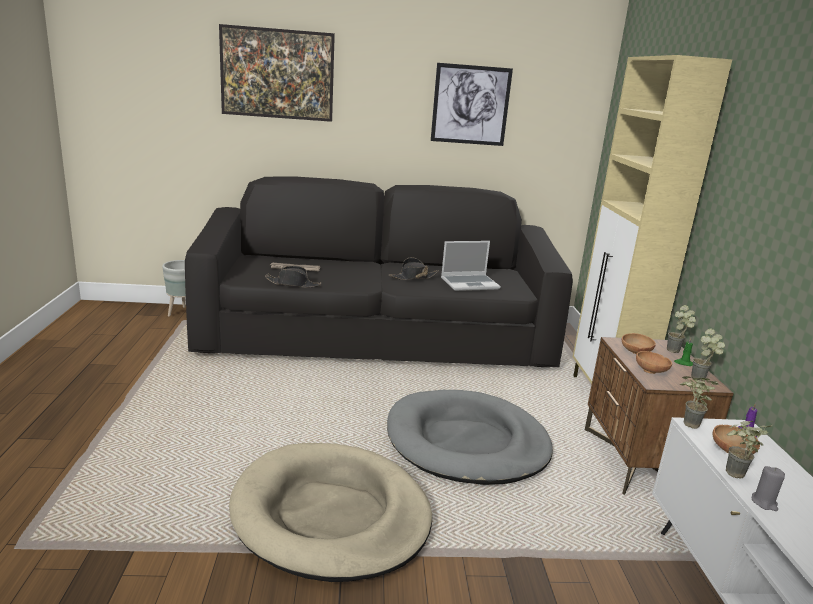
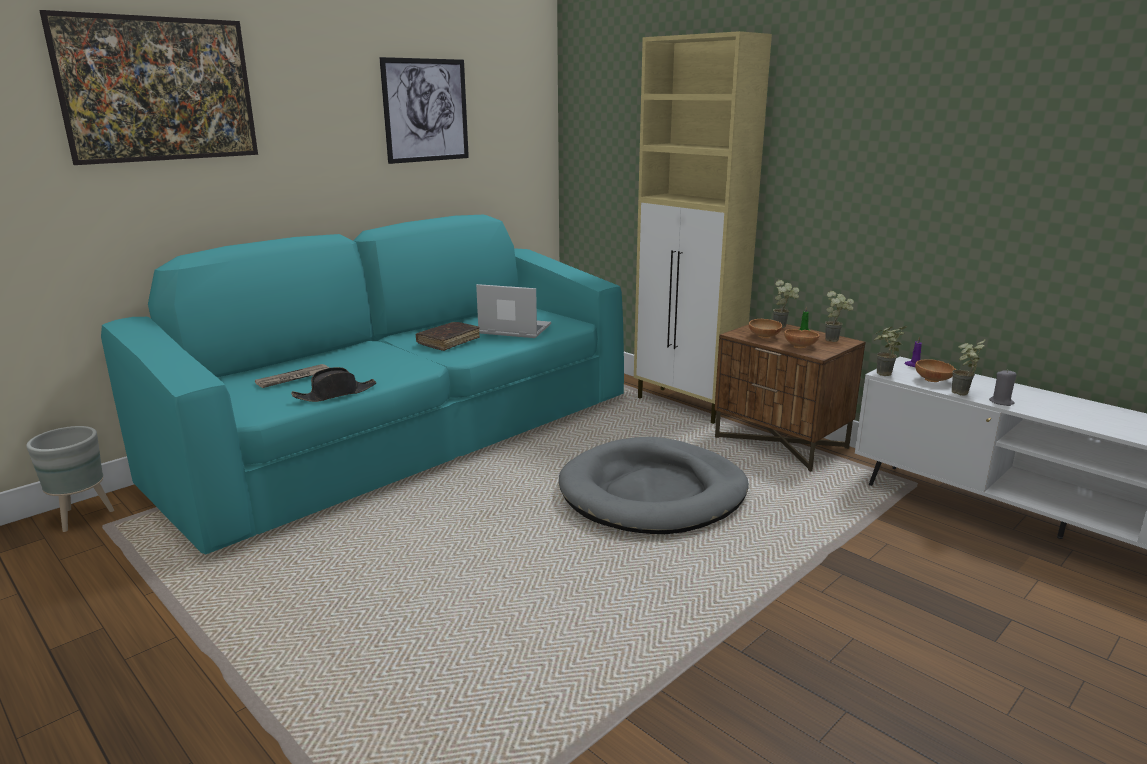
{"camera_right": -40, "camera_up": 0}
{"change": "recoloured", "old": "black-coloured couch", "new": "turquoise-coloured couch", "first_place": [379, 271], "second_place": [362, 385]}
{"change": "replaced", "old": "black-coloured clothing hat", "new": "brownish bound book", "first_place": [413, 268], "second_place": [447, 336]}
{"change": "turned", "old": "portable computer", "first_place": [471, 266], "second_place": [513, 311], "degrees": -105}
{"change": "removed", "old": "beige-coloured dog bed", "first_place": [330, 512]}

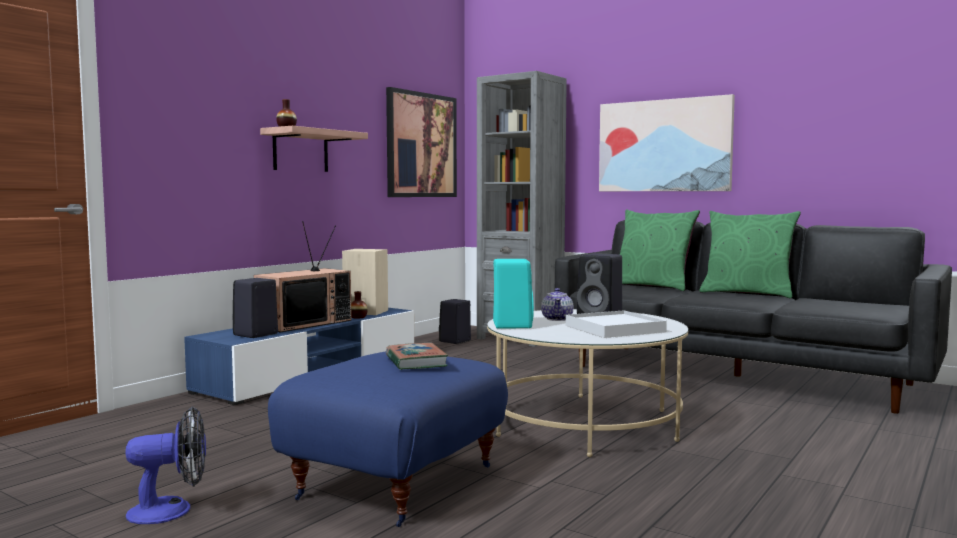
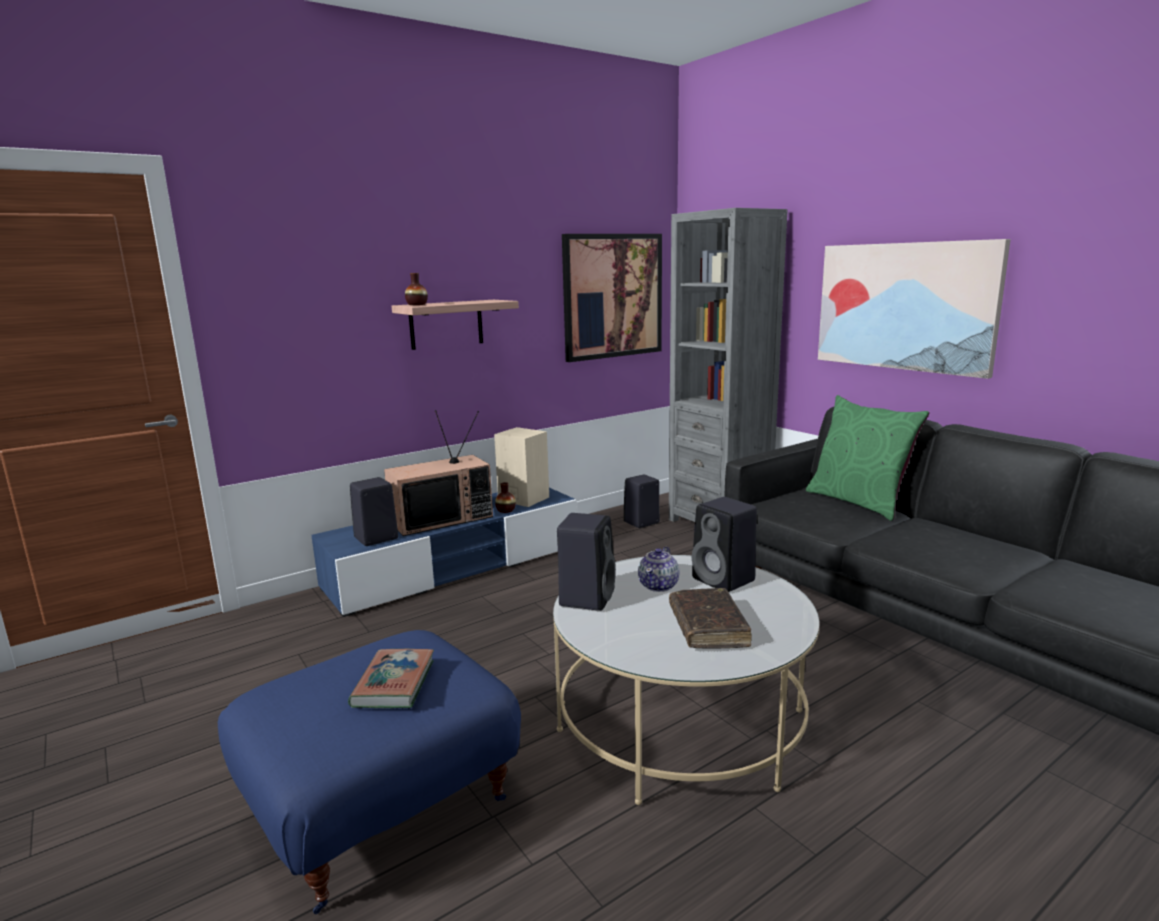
{"camera_right": 20, "camera_up": 10}
{"change": "recoloured", "old": "turquoise-coloured loudspeaker", "new": "black-coloured loudspeaker", "first_place": [513, 294], "second_place": [586, 562]}
{"change": "replaced", "old": "white-coloured serving tray", "new": "brownish bound book", "first_place": [616, 324], "second_place": [710, 618]}
{"change": "removed", "old": "cooling fan", "first_place": [165, 465]}
{"change": "removed", "old": "greenish pillow", "first_place": [750, 254]}

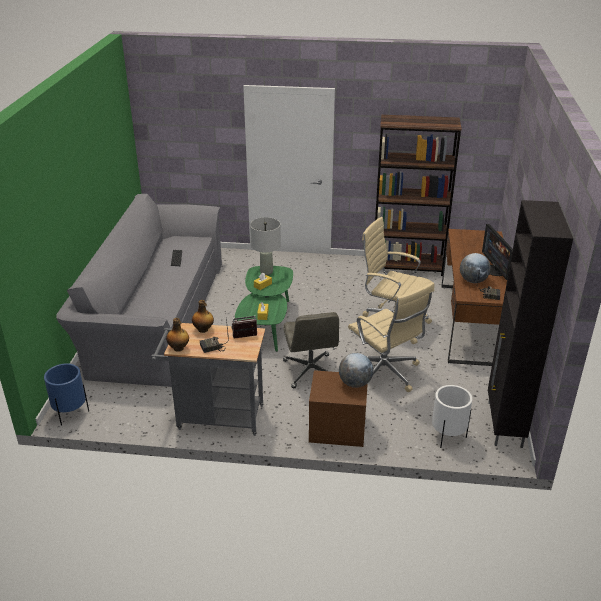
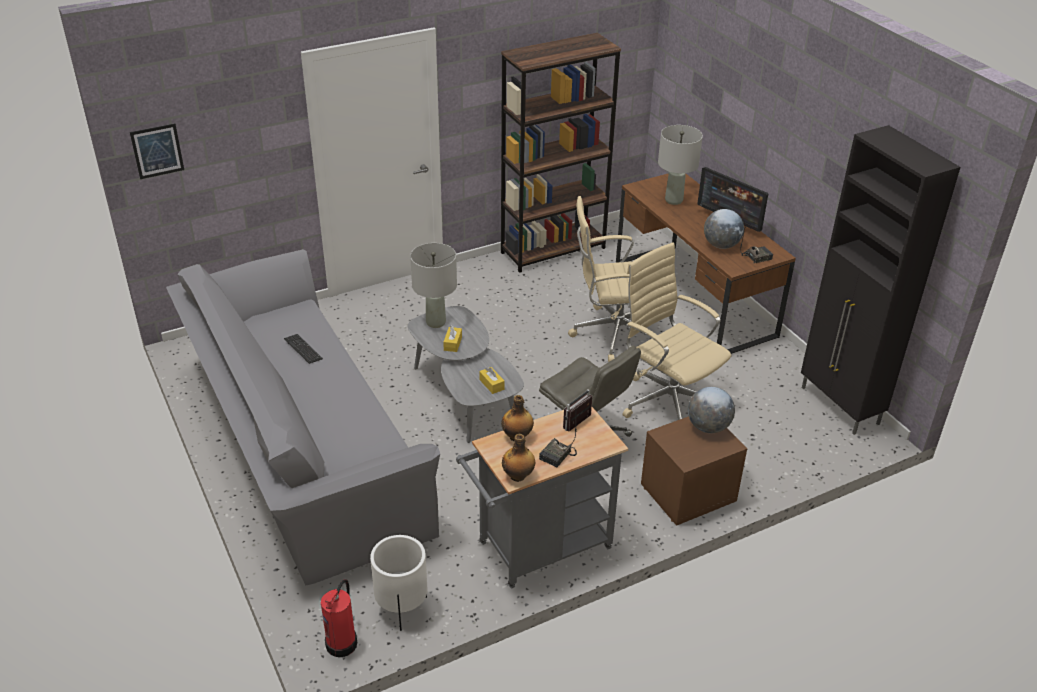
{"camera_right": -35, "camera_up": 5}
{"change": "added", "new": "wall art", "second_place": [157, 151]}
{"change": "replaced", "old": "blue flower pot", "new": "fire-fighting cylinder", "first_place": [66, 394], "second_place": [339, 618]}
{"change": "moved", "old": "white-coloured flower pot", "first_place": [452, 416], "second_place": [398, 583]}
{"change": "recoloured", "old": "greenish coffee table", "new": "gray coffee table", "first_place": [264, 309], "second_place": [466, 374]}
{"change": "turned", "old": "beige-coloured computer chair", "first_place": [391, 337], "second_place": [677, 331], "degrees": -150}
{"change": "added", "new": "gray table lamp", "second_place": [680, 165]}

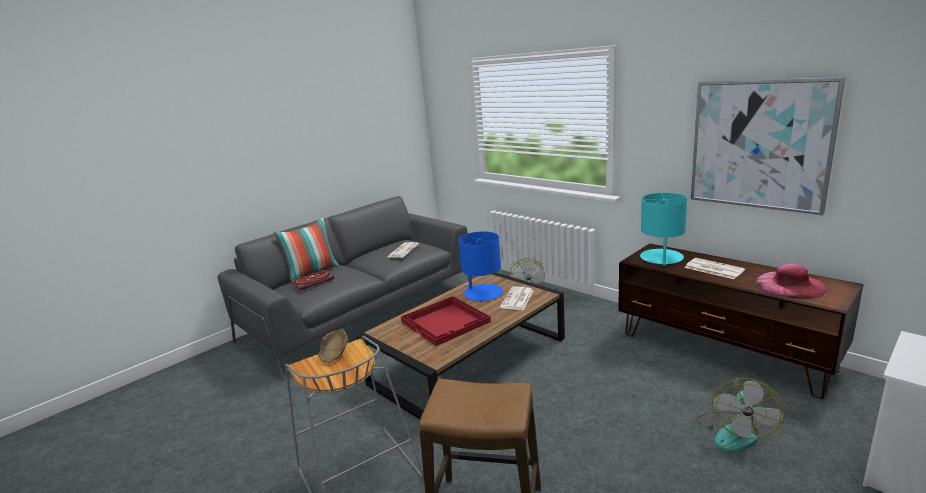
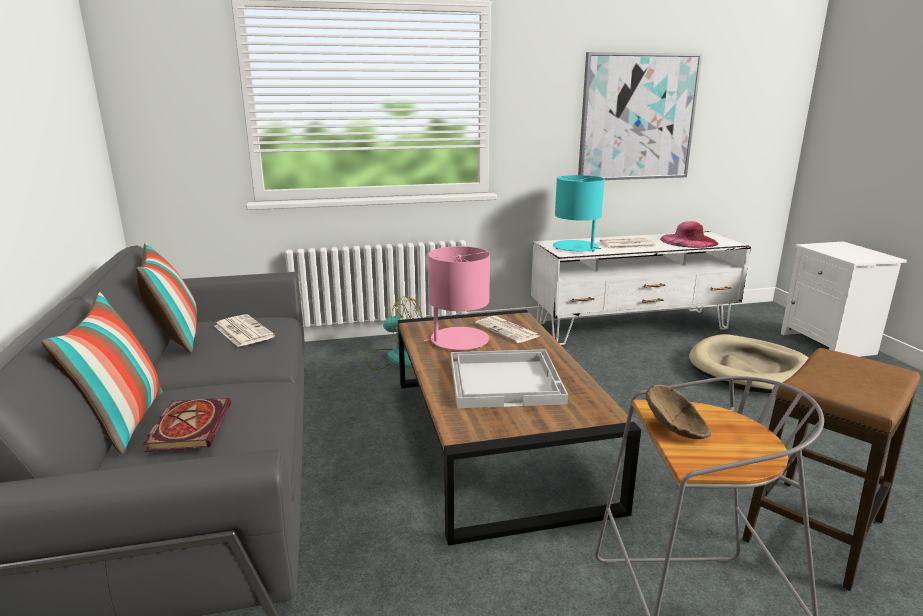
{"camera_right": -60, "camera_up": 0}
{"change": "added", "new": "pillow", "second_place": [166, 298]}
{"change": "recoloured", "old": "blue table lamp", "new": "pink table lamp", "first_place": [481, 266], "second_place": [457, 298]}
{"change": "recoloured", "old": "red serving tray", "new": "white-coloured serving tray", "first_place": [446, 321], "second_place": [509, 378]}
{"change": "recoloured", "old": "brownish media console", "new": "white-coloured media console", "first_place": [741, 321], "second_place": [641, 288]}
{"change": "replaced", "old": "cooling fan", "new": "beige-coloured dog bed", "first_place": [741, 414], "second_place": [748, 363]}

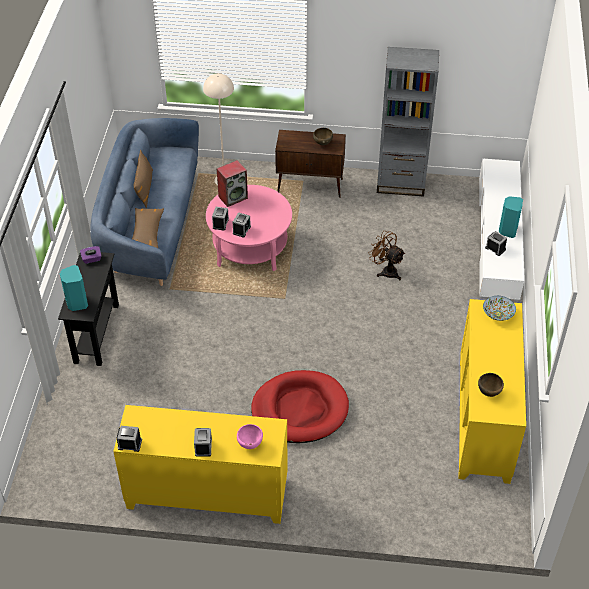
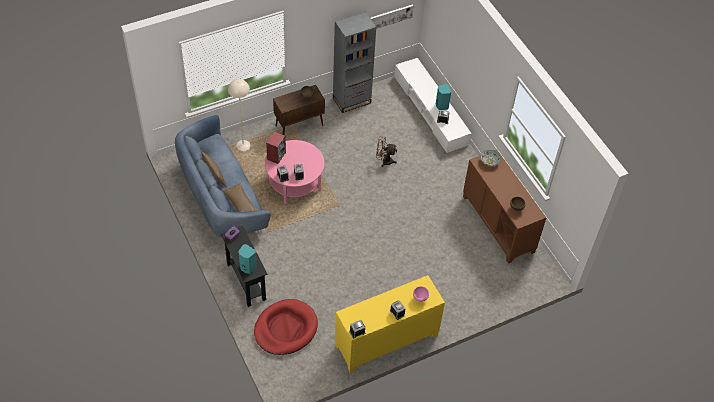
{"camera_right": -35, "camera_up": 5}
{"change": "moved", "old": "red dog bed", "first_place": [300, 406], "second_place": [286, 327]}
{"change": "added", "new": "wall art", "second_place": [392, 16]}
{"change": "recoloured", "old": "yellowish cabinet", "new": "brownish cabinet", "first_place": [492, 391], "second_place": [504, 207]}

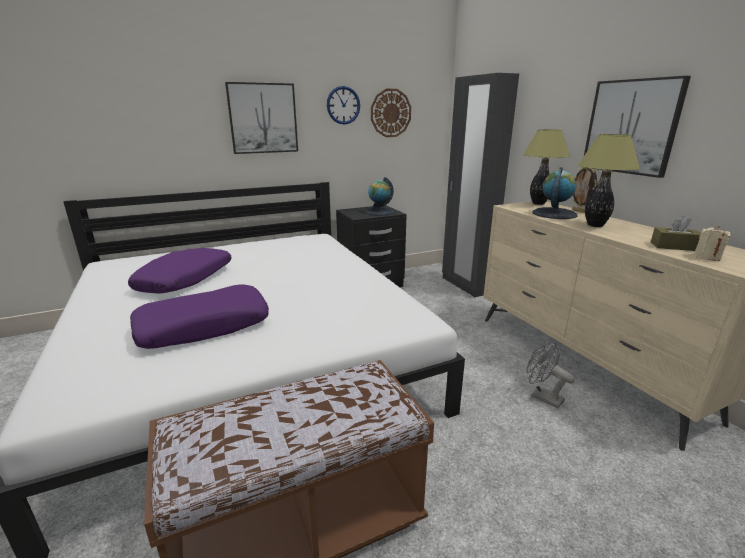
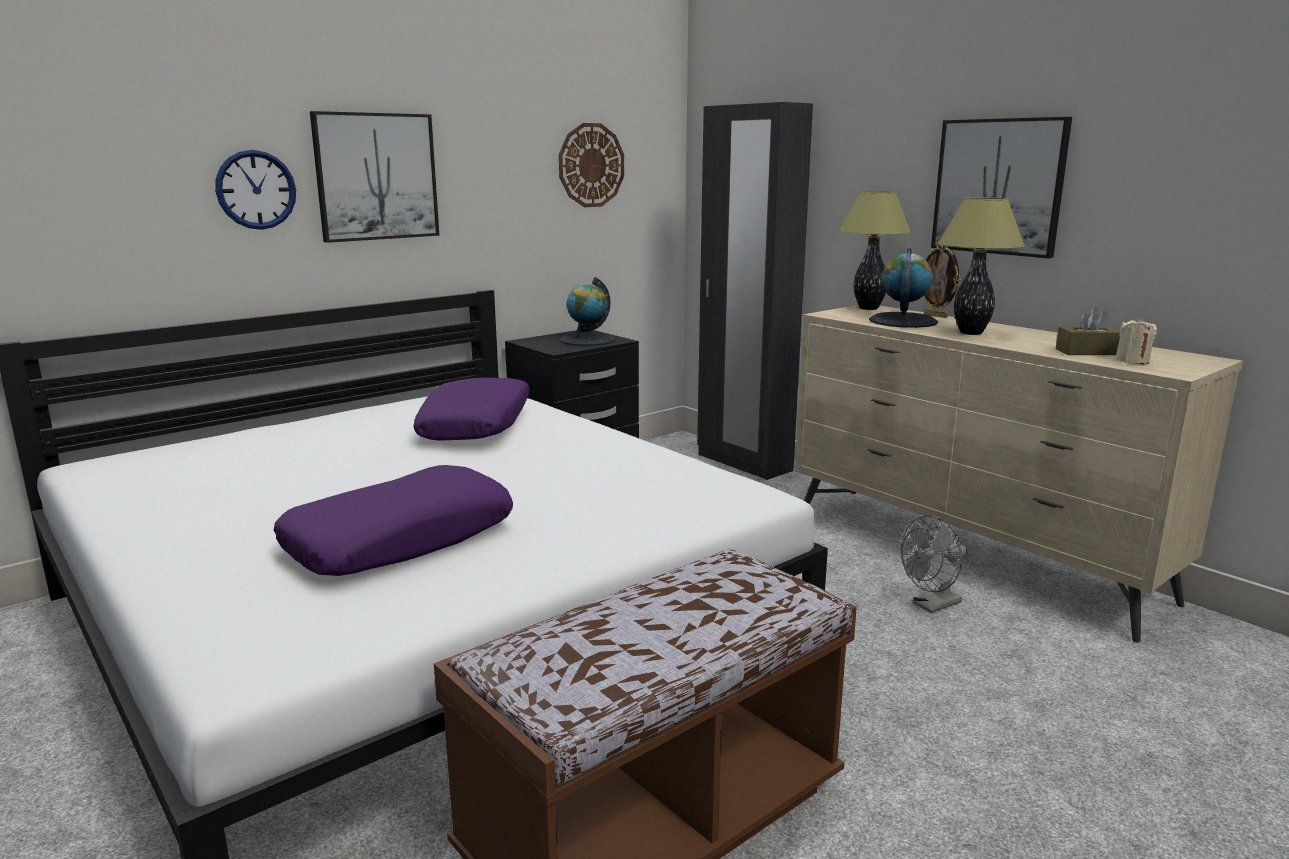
{"camera_right": -15, "camera_up": -5}
{"change": "moved", "old": "clock on the wall", "first_place": [343, 105], "second_place": [255, 190]}
{"change": "moved", "old": "purplish pillow", "first_place": [180, 271], "second_place": [471, 409]}
{"change": "turned", "old": "gray cooling fan", "first_place": [550, 375], "second_place": [934, 564], "degrees": -60}

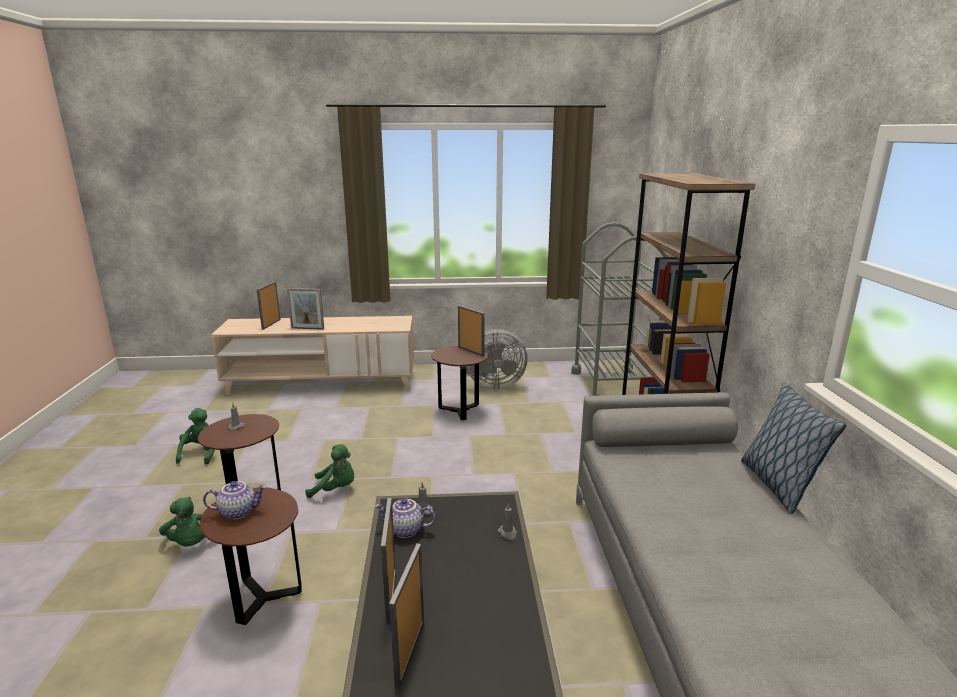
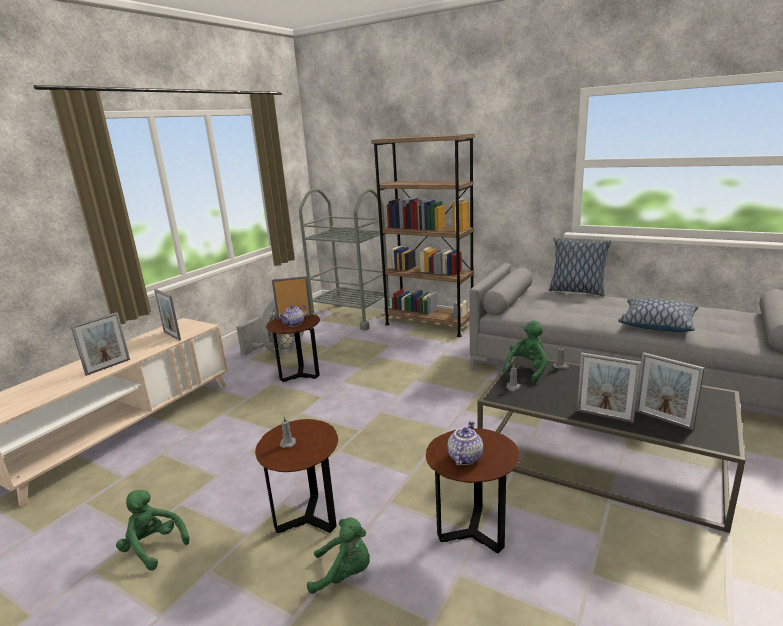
{"camera_right": -55, "camera_up": 0}
{"change": "moved", "old": "standing frame", "first_place": [268, 305], "second_place": [167, 315]}
{"change": "moved", "old": "teapot", "first_place": [405, 518], "second_place": [293, 316]}
{"change": "moved", "old": "greenish plush toy", "first_place": [329, 471], "second_place": [525, 351]}
{"change": "added", "new": "pillow", "second_place": [658, 315]}

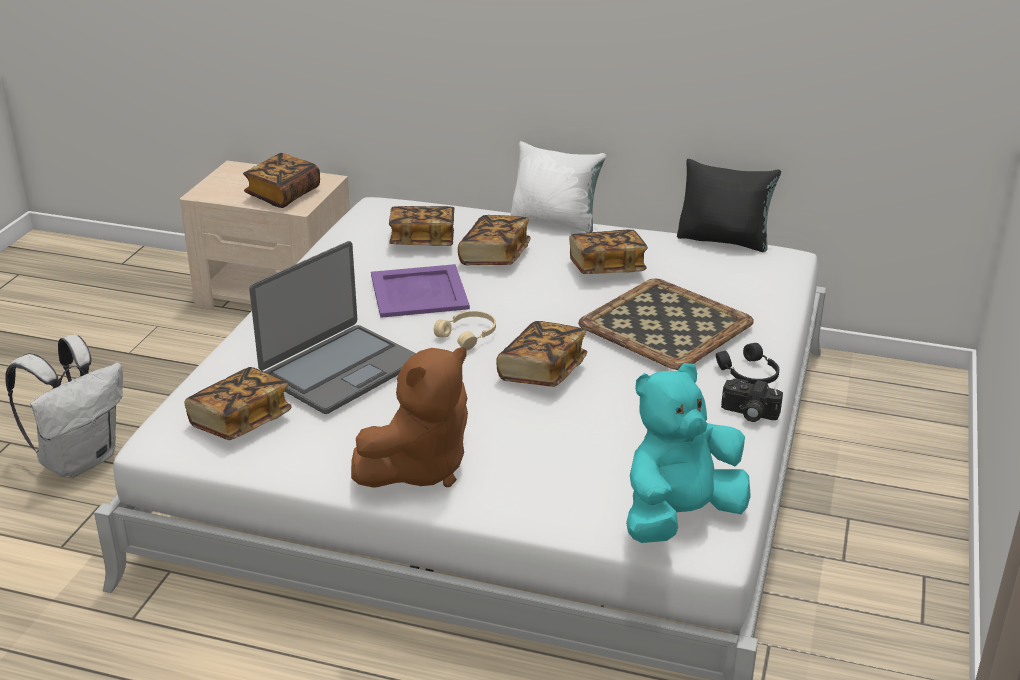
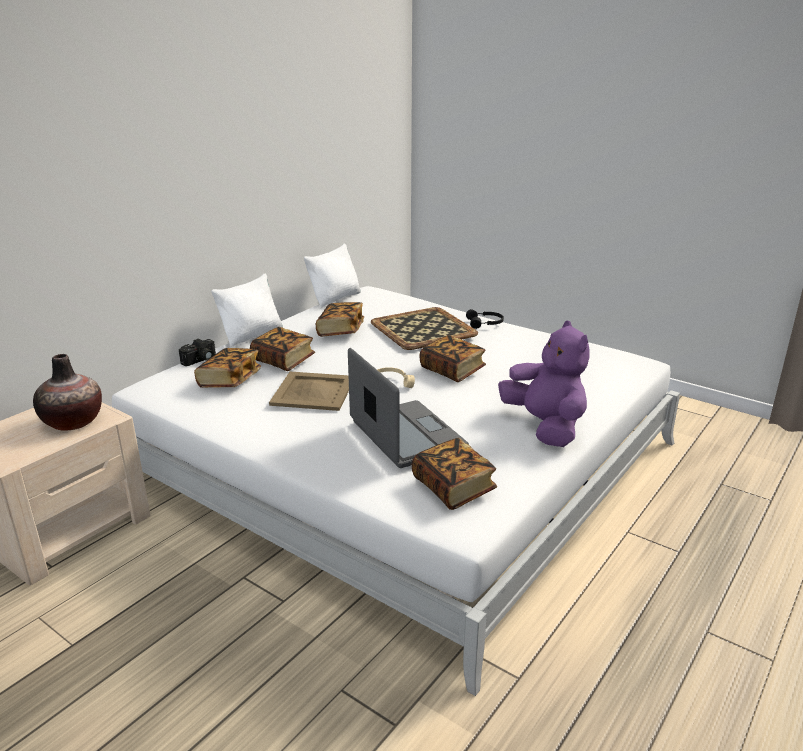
{"camera_right": -70, "camera_up": -5}
{"change": "replaced", "old": "bound book", "new": "flower vase", "first_place": [281, 180], "second_place": [67, 392]}
{"change": "moved", "old": "photo camera", "first_place": [752, 400], "second_place": [197, 352]}
{"change": "recoloured", "old": "purplish serving tray", "new": "beige-coloured serving tray", "first_place": [420, 291], "second_place": [309, 391]}
{"change": "recoloured", "old": "black-coloured pillow", "new": "white-coloured pillow", "first_place": [729, 205], "second_place": [332, 275]}
{"change": "recoloured", "old": "brownish plush toy", "new": "purplish plush toy", "first_place": [409, 417], "second_place": [544, 384]}
{"change": "removed", "old": "white-coloured knapsack", "first_place": [64, 406]}
{"change": "removed", "old": "turquoise-coloured plush toy", "first_place": [688, 453]}

